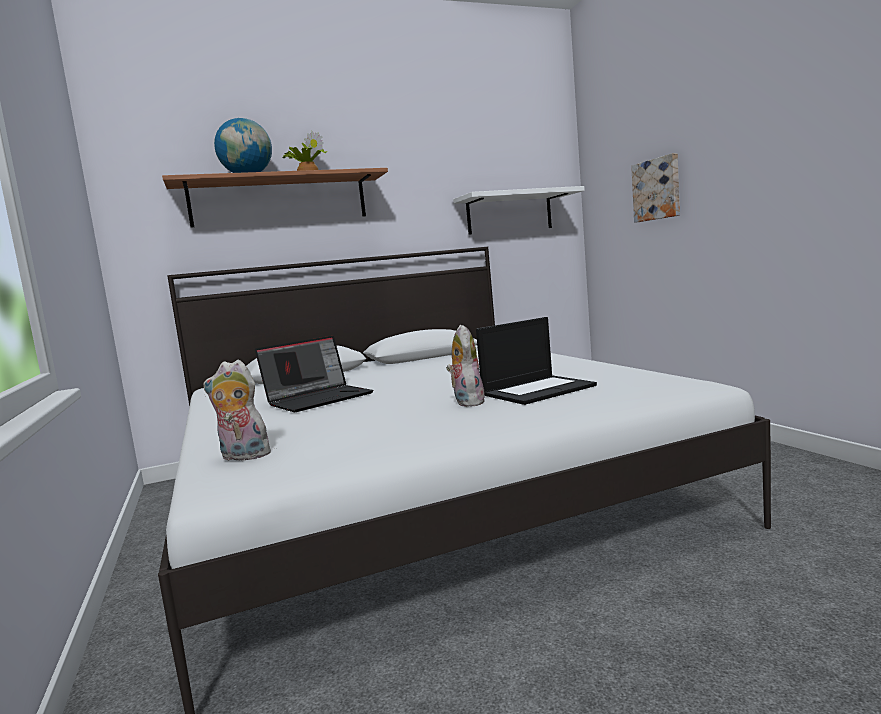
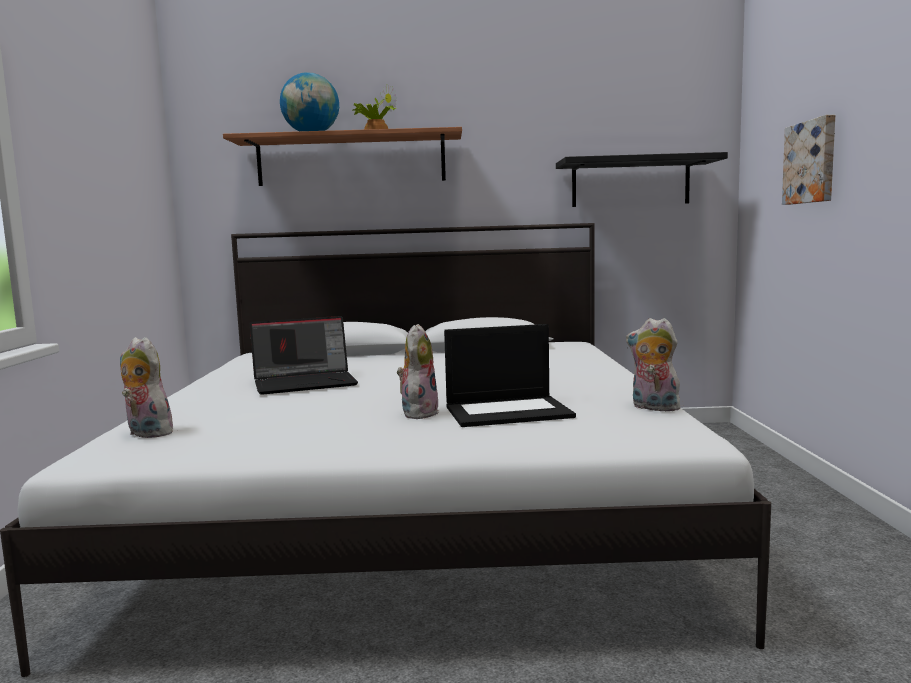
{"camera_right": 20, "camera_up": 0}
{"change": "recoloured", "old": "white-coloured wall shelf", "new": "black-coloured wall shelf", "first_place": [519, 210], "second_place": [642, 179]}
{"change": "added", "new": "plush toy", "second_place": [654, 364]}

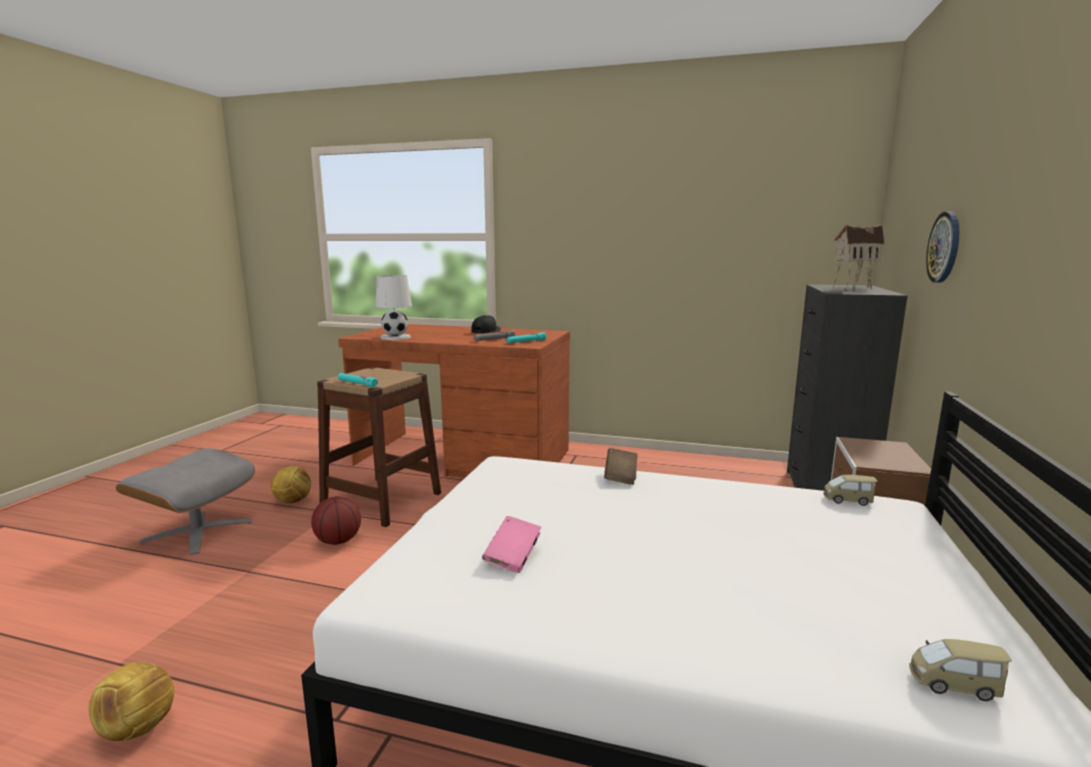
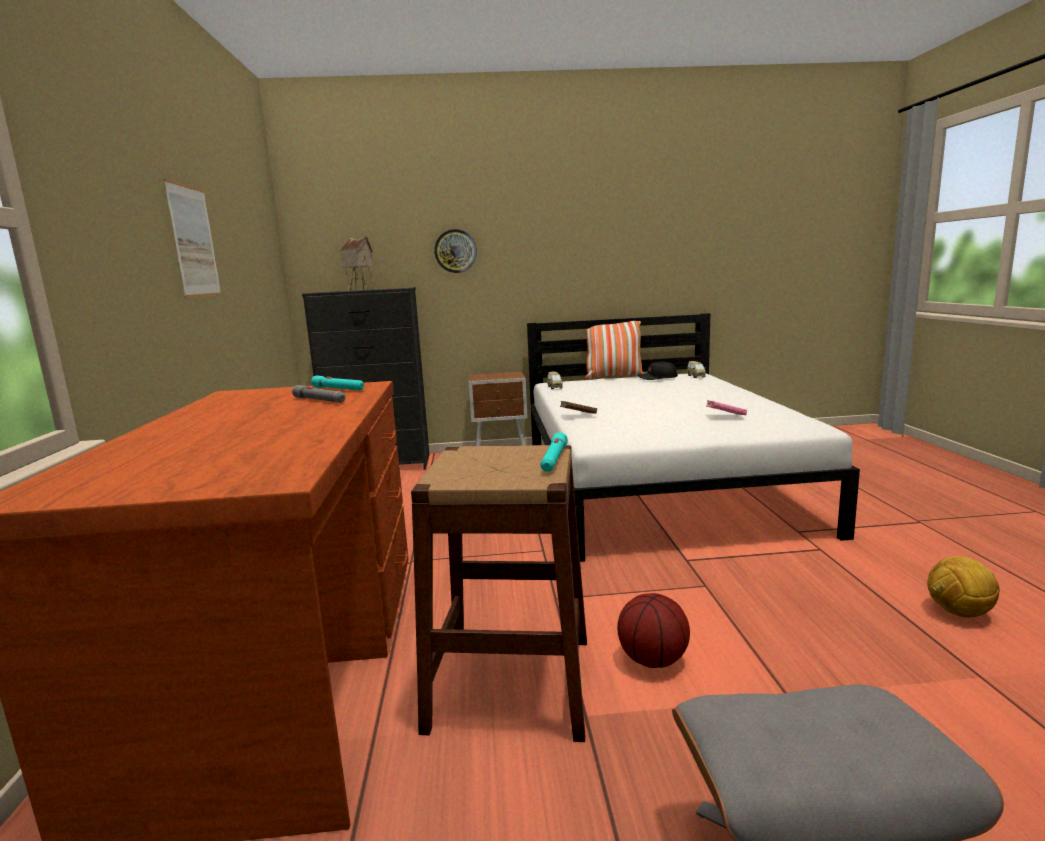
{"camera_right": -110, "camera_up": 0}
{"change": "added", "new": "wall art", "second_place": [192, 238]}
{"change": "added", "new": "pillow", "second_place": [614, 350]}
{"change": "moved", "old": "black-coloured cap", "first_place": [486, 324], "second_place": [657, 370]}
{"change": "removed", "old": "ball for football", "first_place": [291, 484]}
{"change": "removed", "old": "white-coloured table lamp", "first_place": [393, 307]}

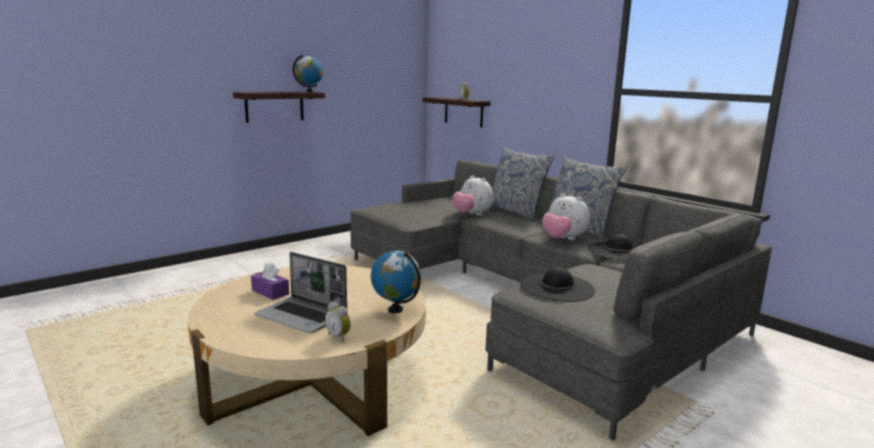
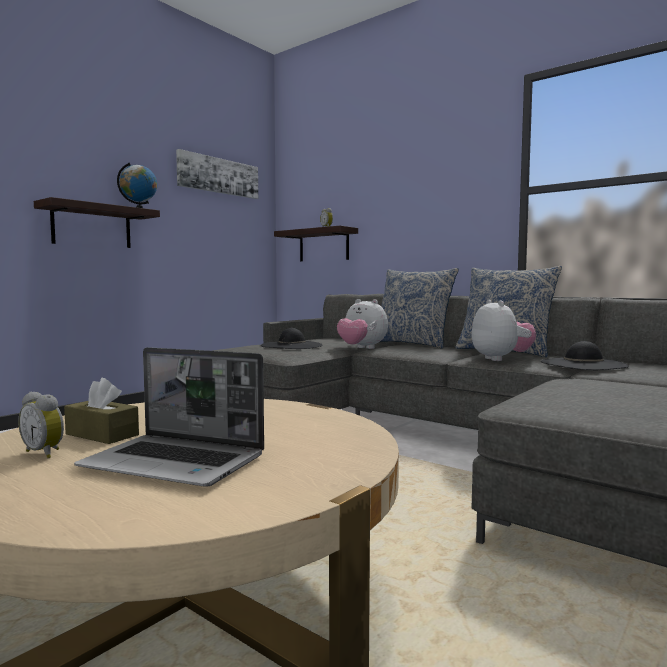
{"camera_right": -10, "camera_up": -10}
{"change": "moved", "old": "table clock", "first_place": [338, 322], "second_place": [41, 425]}
{"change": "recoloured", "old": "purplish tissue holder", "new": "brownish tissue holder", "first_place": [270, 281], "second_place": [101, 411]}
{"change": "added", "new": "wall art", "second_place": [217, 174]}
{"change": "moved", "old": "black-coloured clothing hat", "first_place": [558, 284], "second_place": [291, 338]}
{"change": "turned", "old": "plush toy", "first_place": [566, 216], "second_place": [503, 330], "degrees": -135}
{"change": "removed", "old": "desk globe", "first_place": [396, 282]}

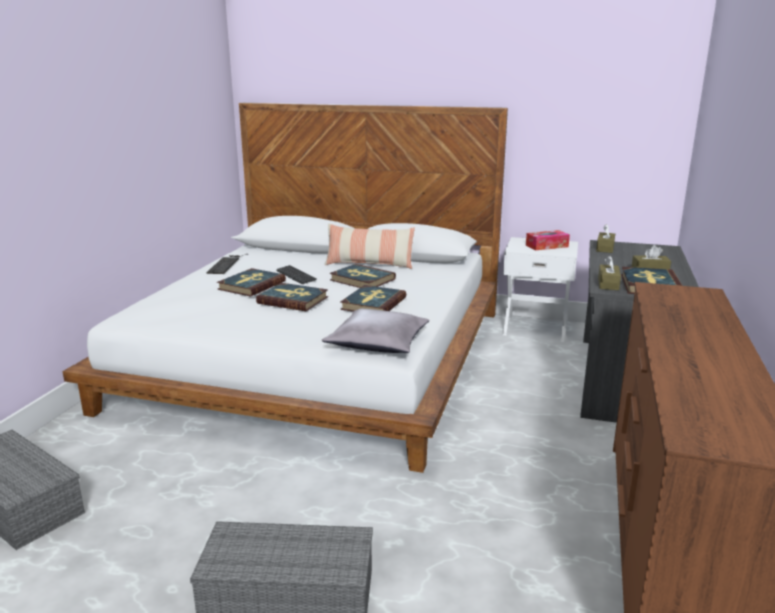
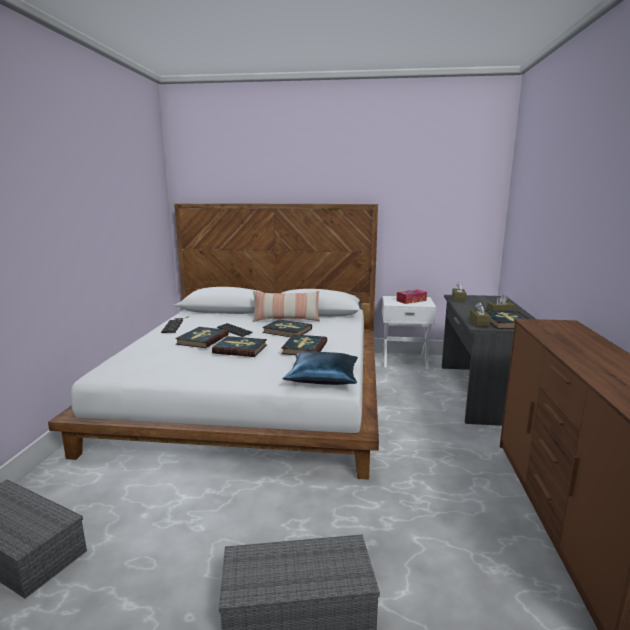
{"camera_right": -10, "camera_up": -5}
{"change": "recoloured", "old": "gray pillow", "new": "blue pillow", "first_place": [375, 331], "second_place": [320, 368]}

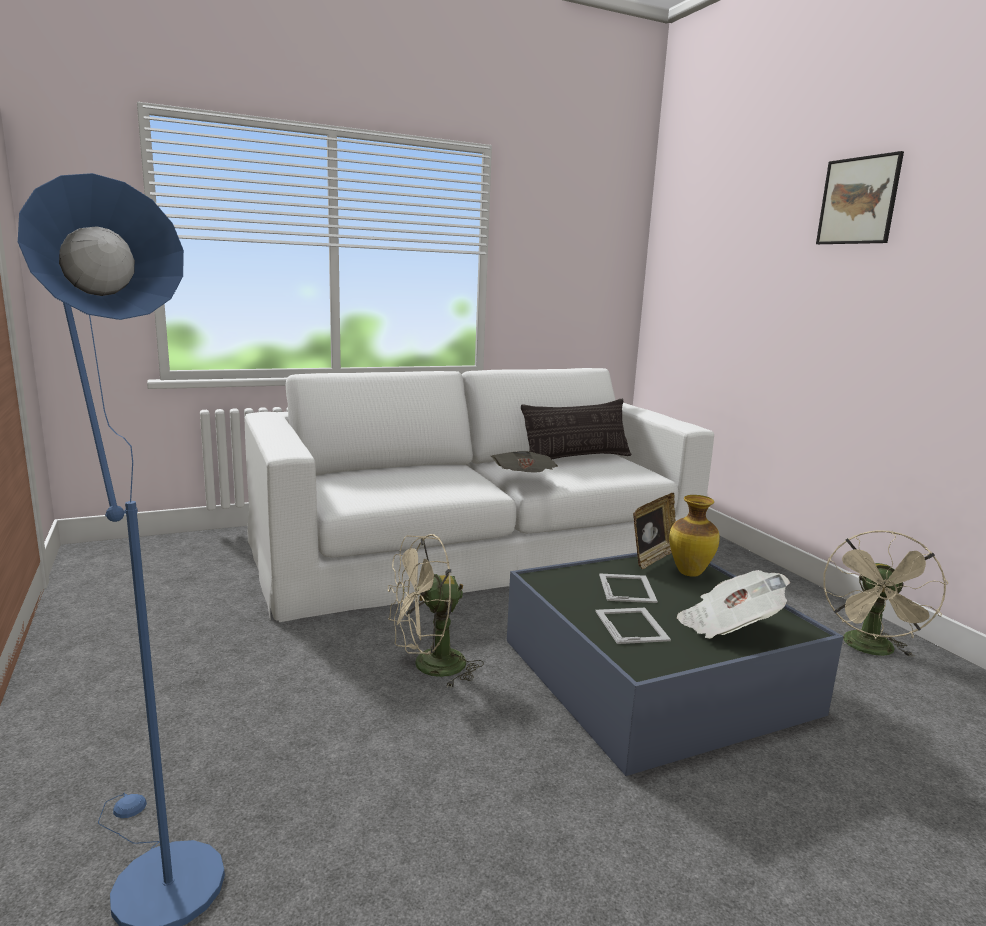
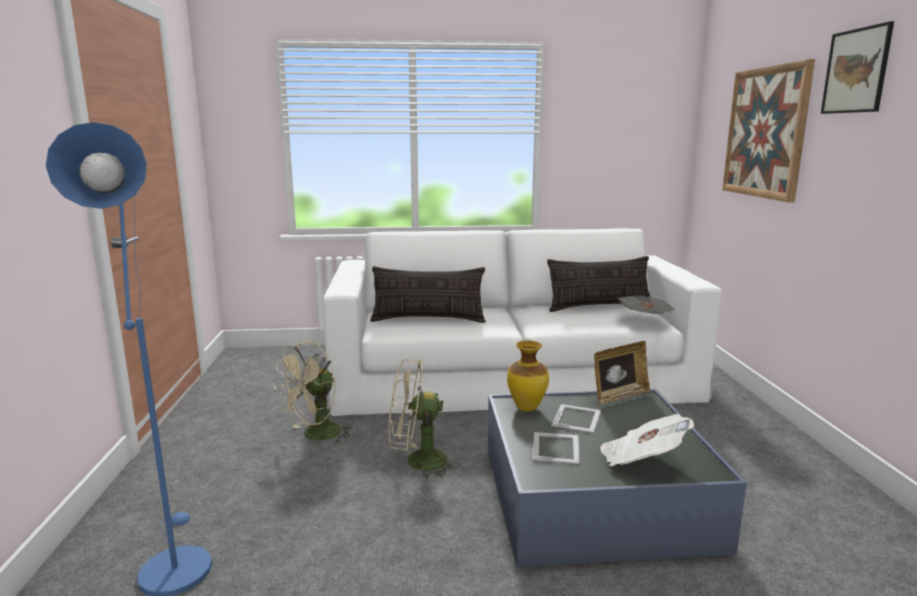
{"camera_right": 20, "camera_up": 0}
{"change": "moved", "old": "beige-coloured cooling fan", "first_place": [885, 593], "second_place": [313, 392]}
{"change": "added", "new": "pillow", "second_place": [428, 294]}
{"change": "moved", "old": "flower vase", "first_place": [694, 536], "second_place": [528, 376]}
{"change": "moved", "old": "newspaper", "first_place": [524, 462], "second_place": [645, 305]}
{"change": "added", "new": "wall art", "second_place": [768, 131]}

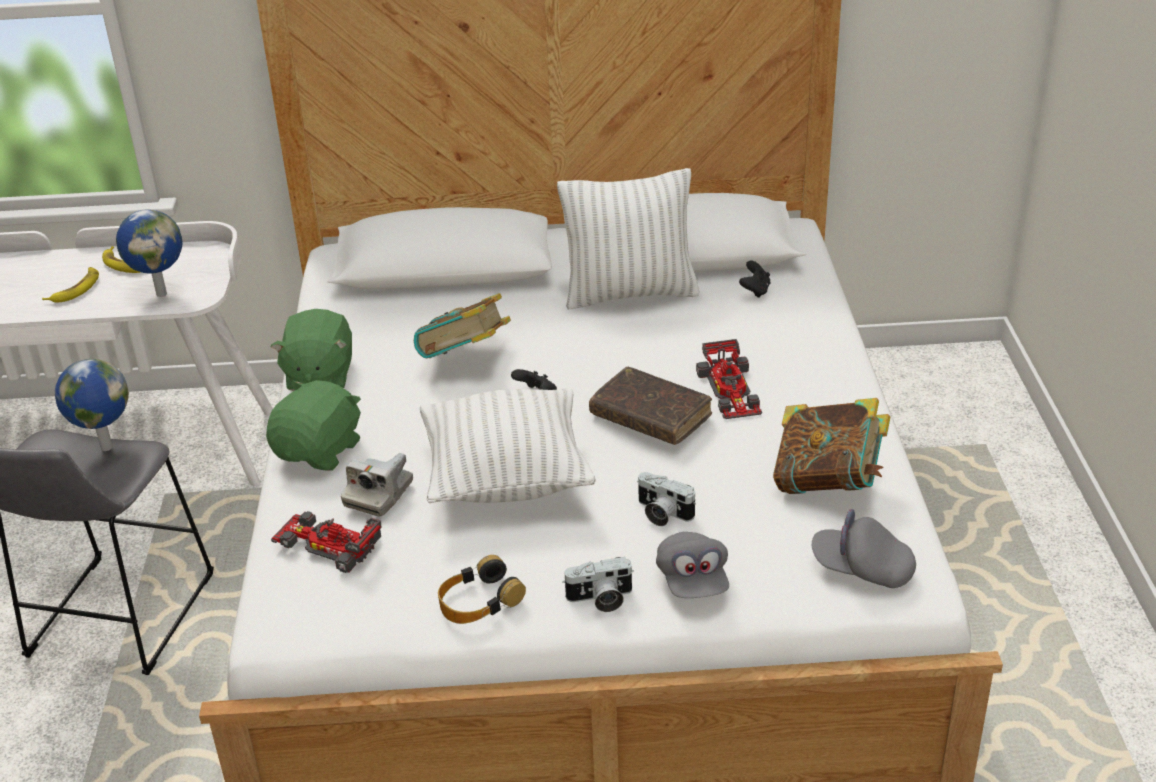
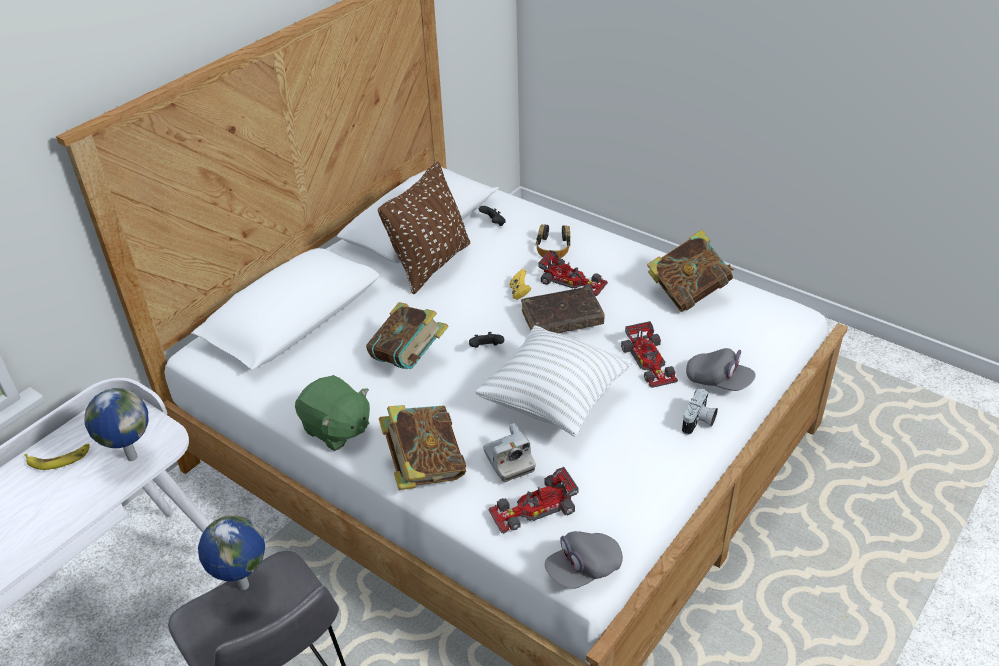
{"camera_right": -50, "camera_up": 5}
{"change": "recoloured", "old": "white-coloured pillow", "new": "brownish pillow", "first_place": [628, 238], "second_place": [424, 227]}
{"change": "replaced", "old": "greenish plush toy", "new": "bound book", "first_place": [313, 425], "second_place": [422, 447]}
{"change": "added", "new": "yellowish game controller", "second_place": [520, 284]}
{"change": "moved", "old": "headset", "first_place": [482, 589], "second_place": [553, 241]}
{"change": "moved", "old": "gray cap", "first_place": [864, 548], "second_place": [584, 560]}
{"change": "replaced", "old": "photo camera", "new": "model car", "first_place": [666, 499], "second_place": [649, 354]}
{"change": "removed", "old": "whole banana", "first_place": [70, 285]}

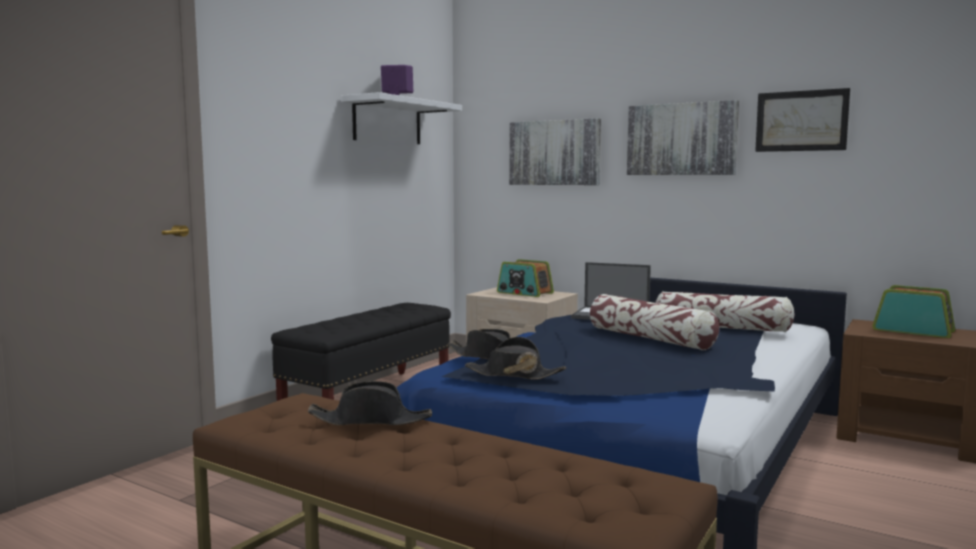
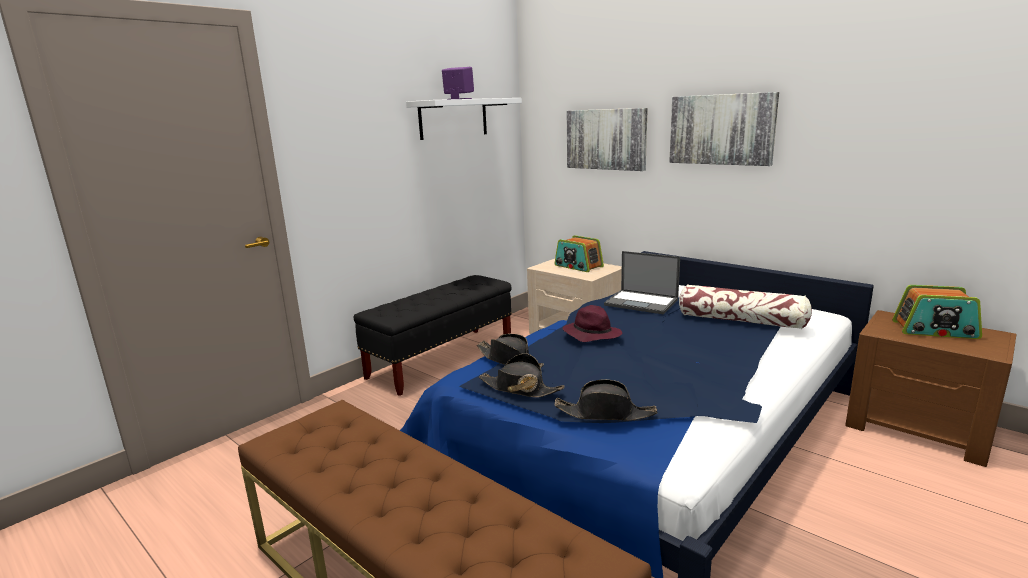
{"camera_right": 10, "camera_up": 10}
{"change": "moved", "old": "black-coloured clothing hat", "first_place": [370, 403], "second_place": [606, 400]}
{"change": "added", "new": "purplish clothing hat", "second_place": [593, 323]}
{"change": "turned", "old": "radio", "first_place": [913, 311], "second_place": [937, 312], "degrees": 150}
{"change": "removed", "old": "pillow", "first_place": [654, 322]}
{"change": "removed", "old": "wall art", "first_place": [802, 120]}

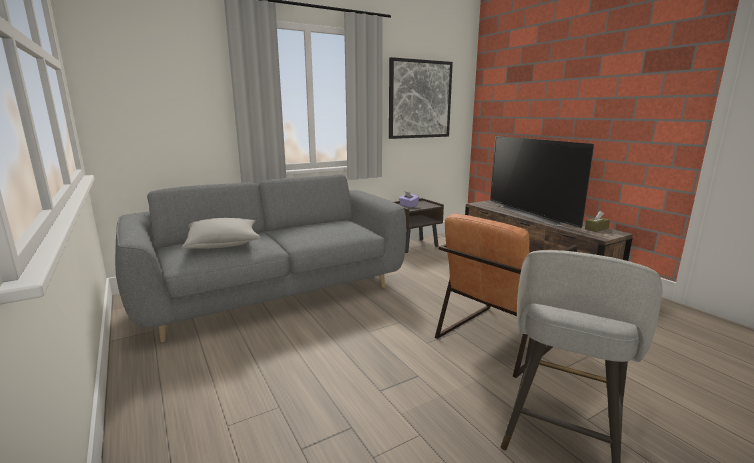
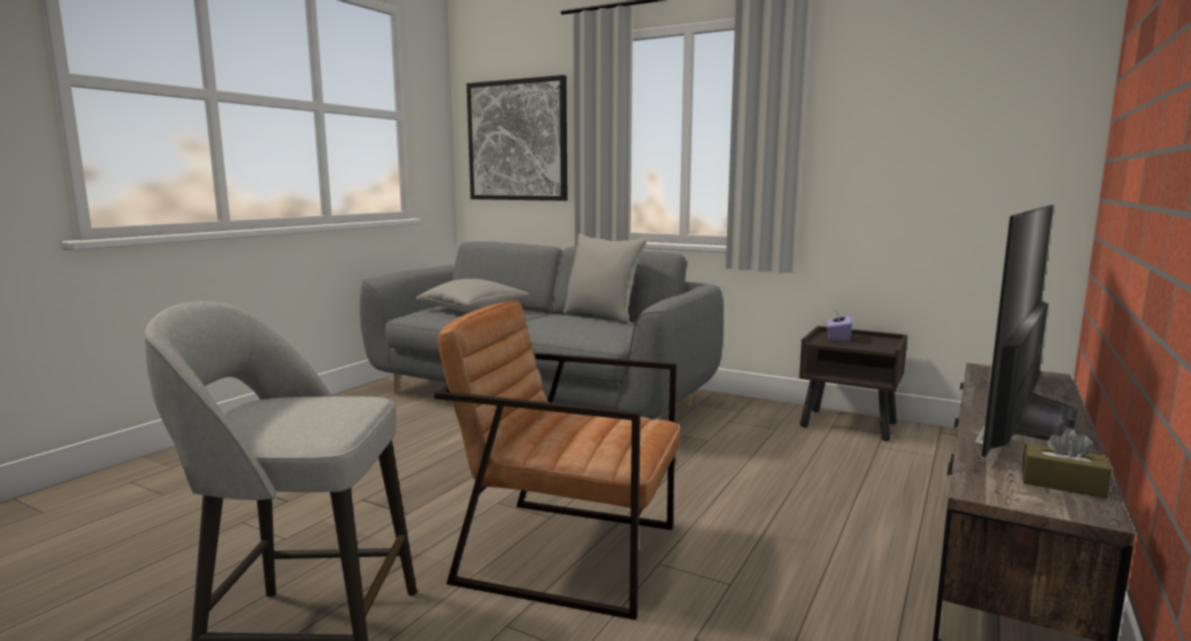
{"camera_right": 60, "camera_up": -5}
{"change": "moved", "old": "wall art", "first_place": [421, 98], "second_place": [517, 138]}
{"change": "added", "new": "gray pillow", "second_place": [605, 279]}

